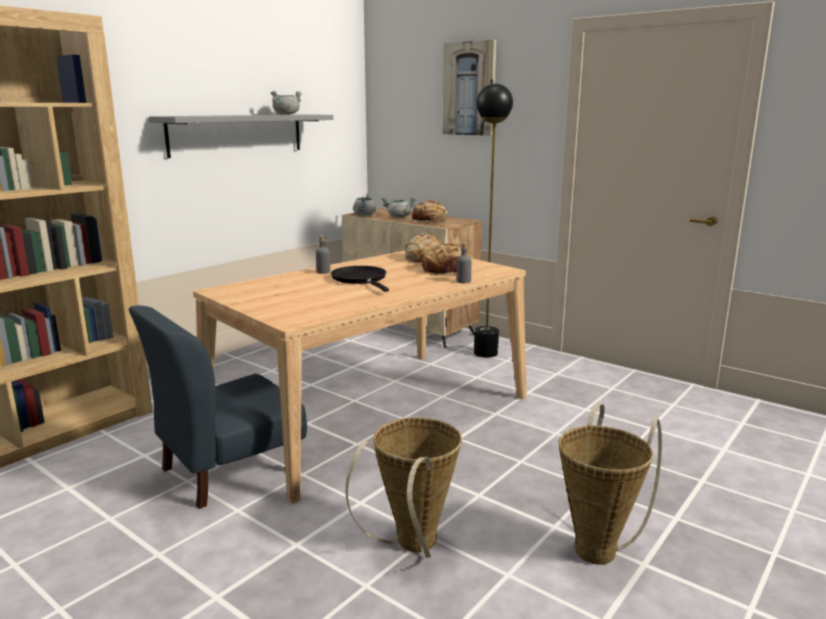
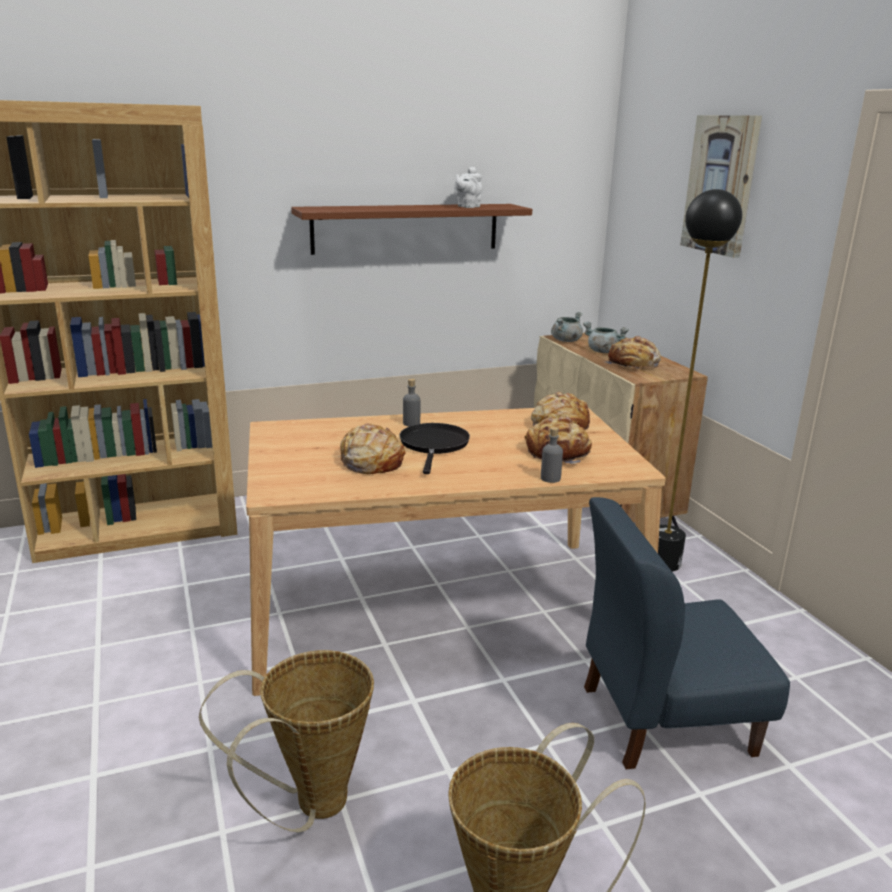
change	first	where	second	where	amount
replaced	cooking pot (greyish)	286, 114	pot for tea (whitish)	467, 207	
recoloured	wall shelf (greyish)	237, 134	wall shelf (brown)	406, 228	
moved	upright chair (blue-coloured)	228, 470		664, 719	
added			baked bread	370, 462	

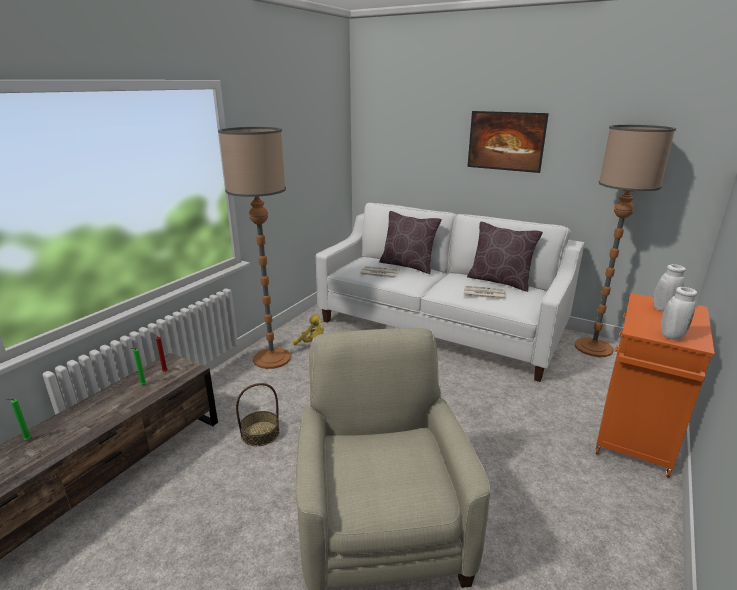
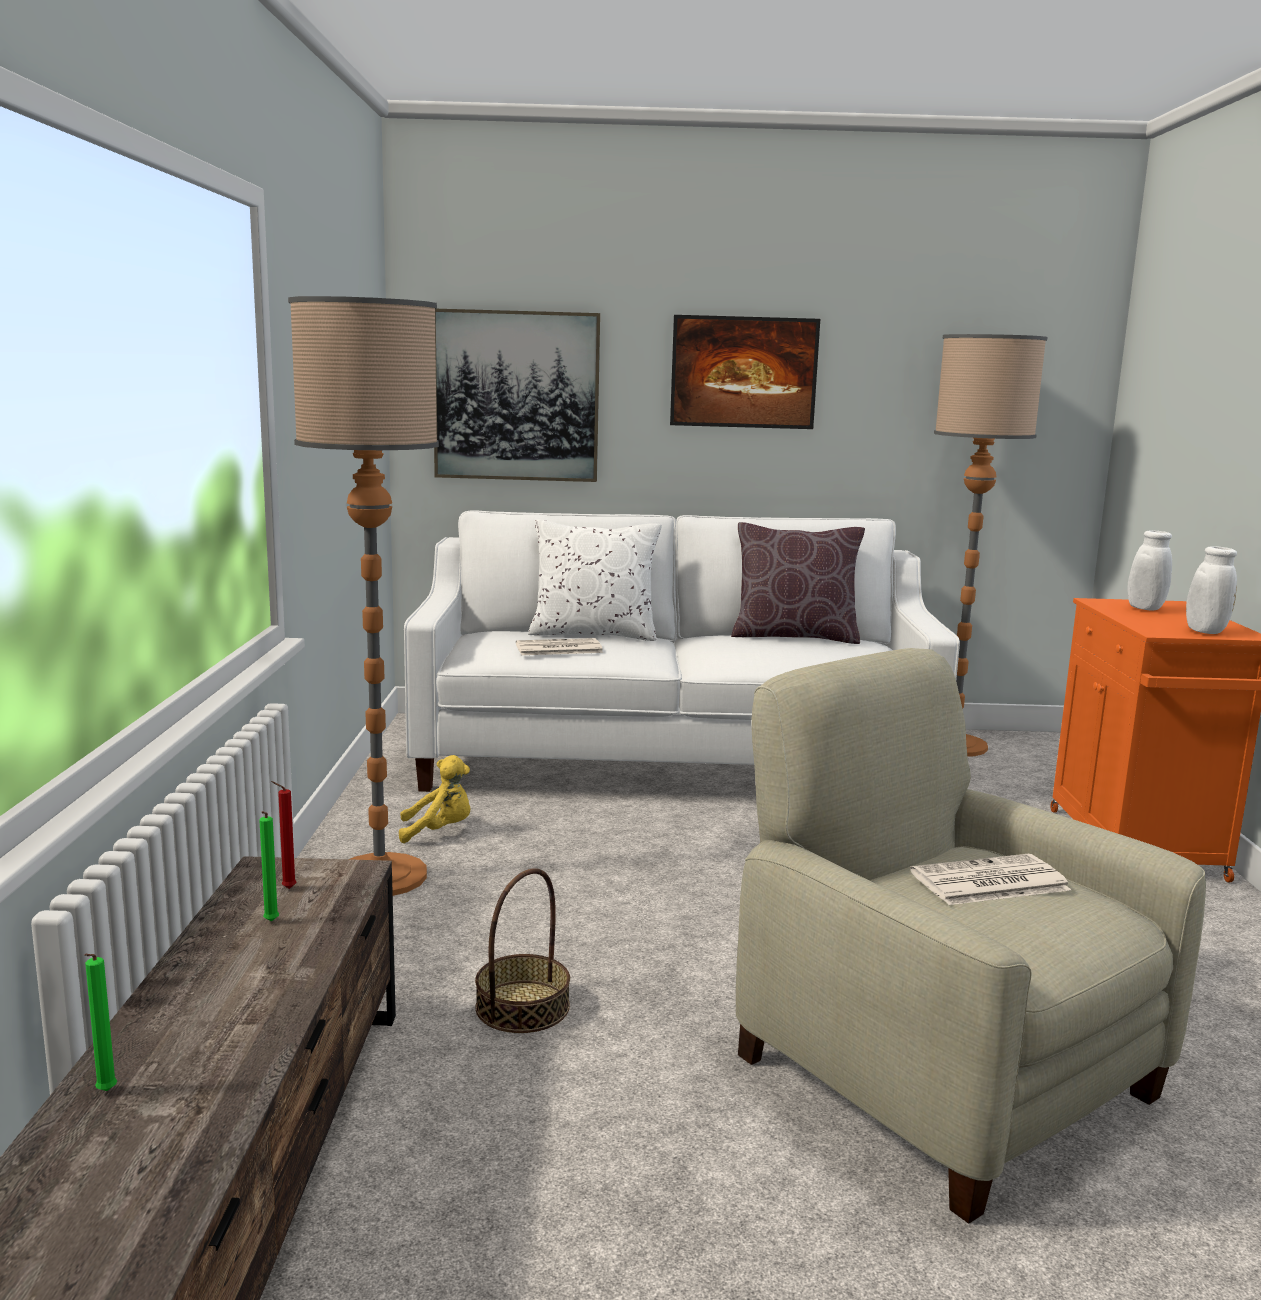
change	first	where	second	where	amount
recoloured	cushion (brown)	408, 265	cushion (whitish)	593, 634	
moved	daily paper	483, 293		988, 882	
added			wall picture	516, 396	

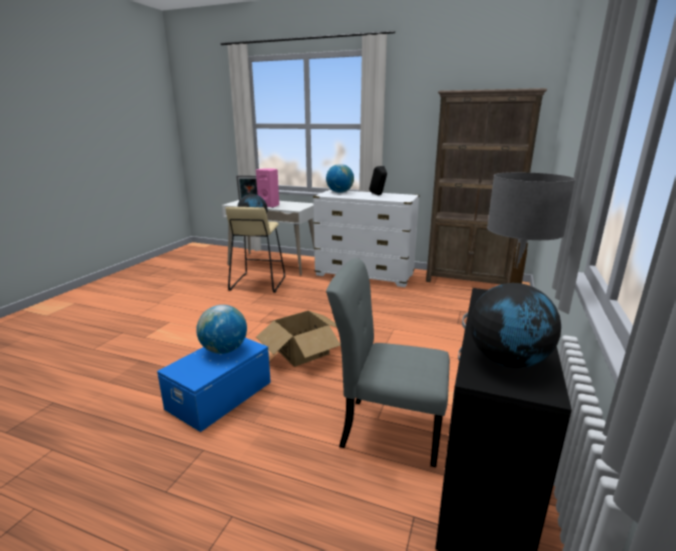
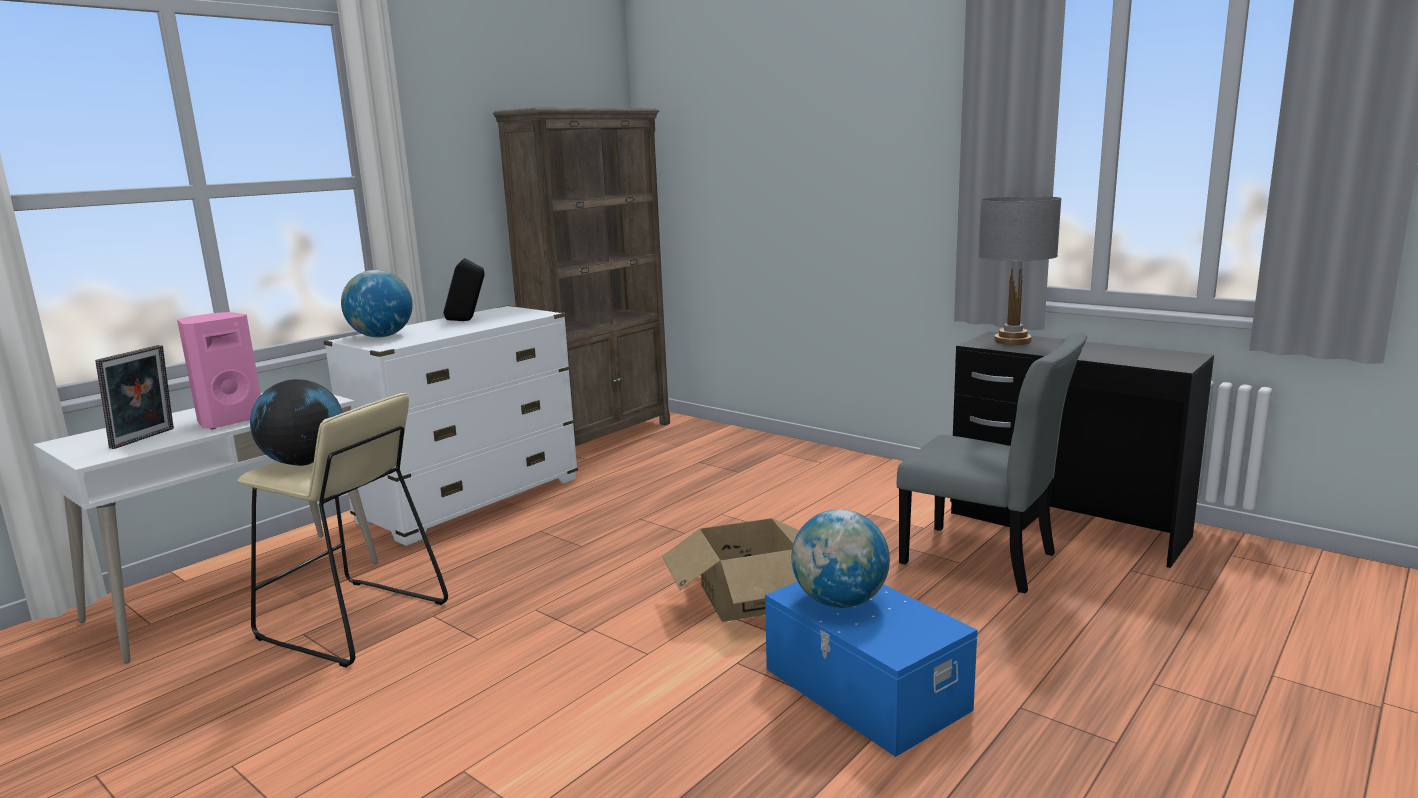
change	first	where	second	where	amount
turned	upright chair (greyish)	386, 429		984, 560	90 degrees counterclockwise
removed	desk globe	507, 361			

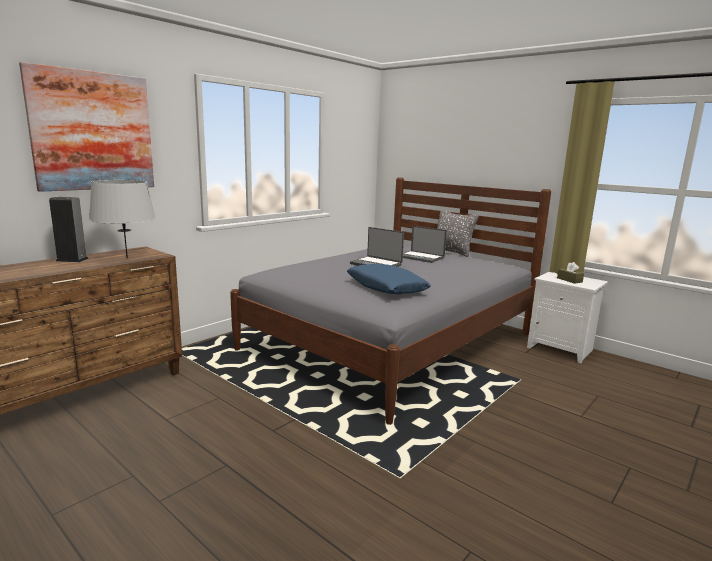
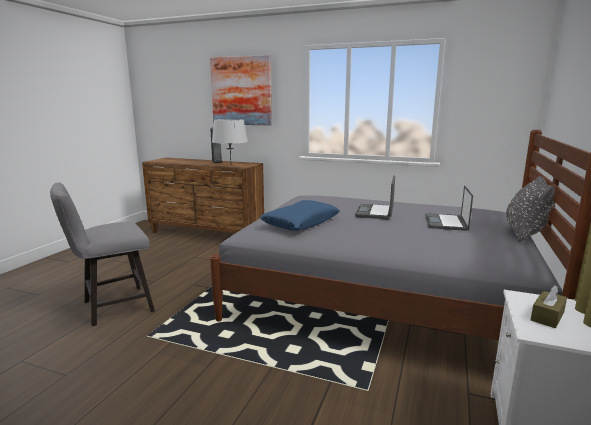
change	first	where	second	where	amount
added			upright chair (greyish)	112, 307	

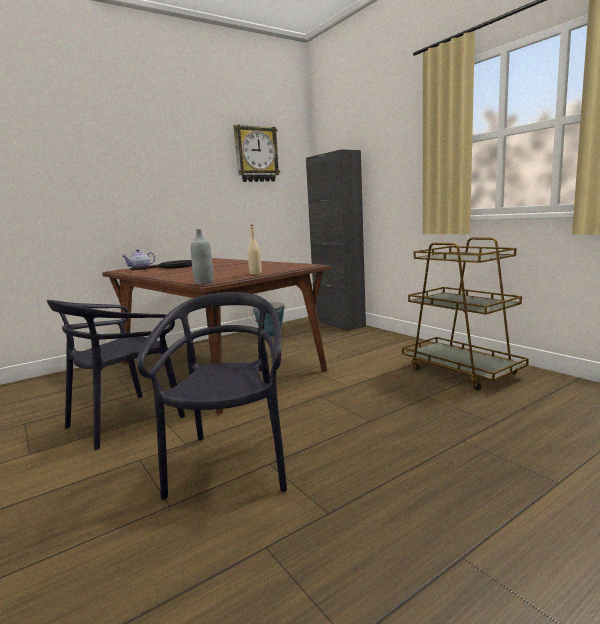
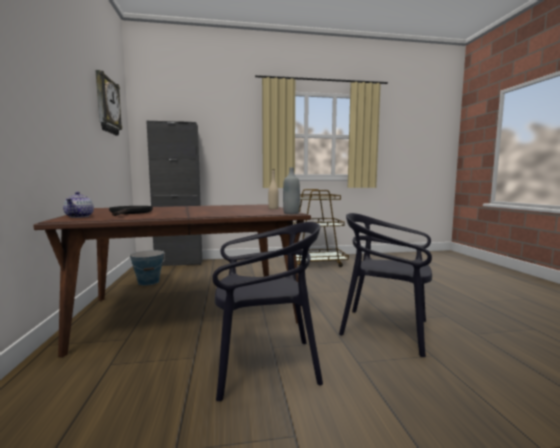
change	first	where	second	where	amount
turned	upright chair (black-coloured)	125, 420		265, 365	75 degrees counterclockwise

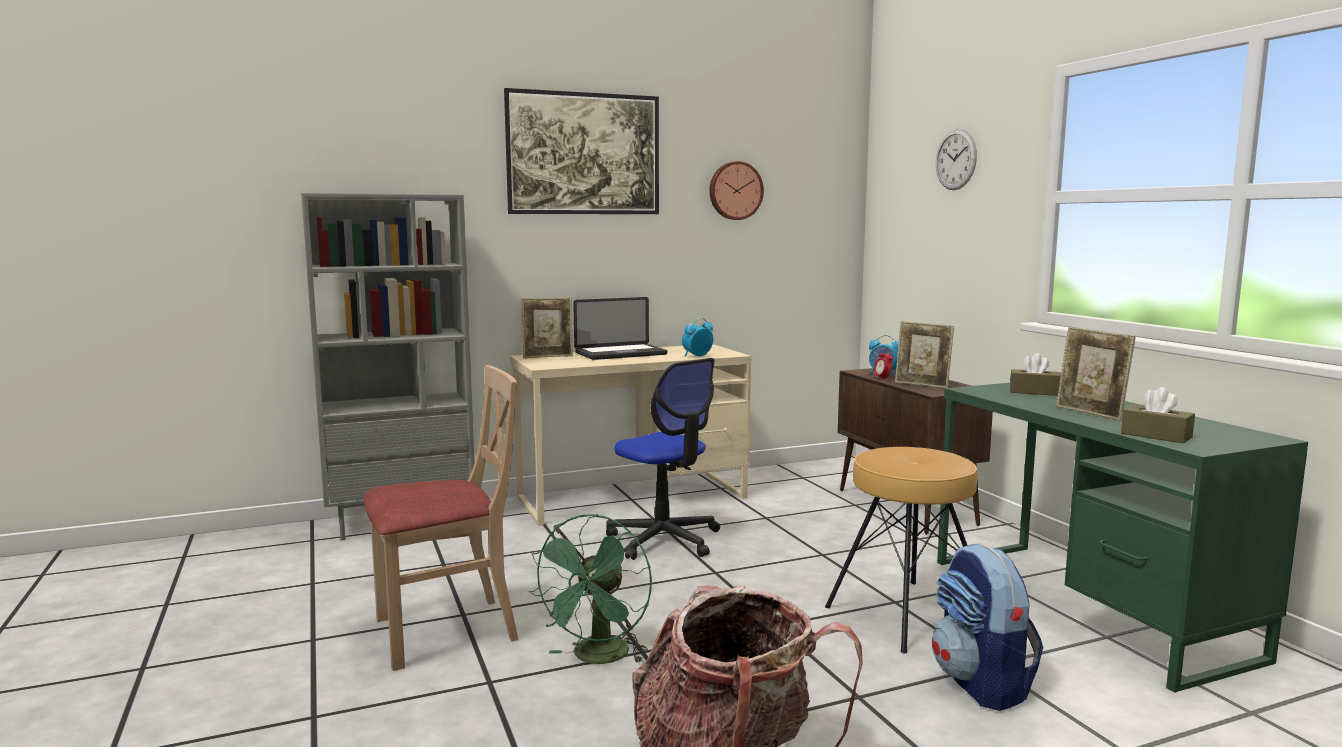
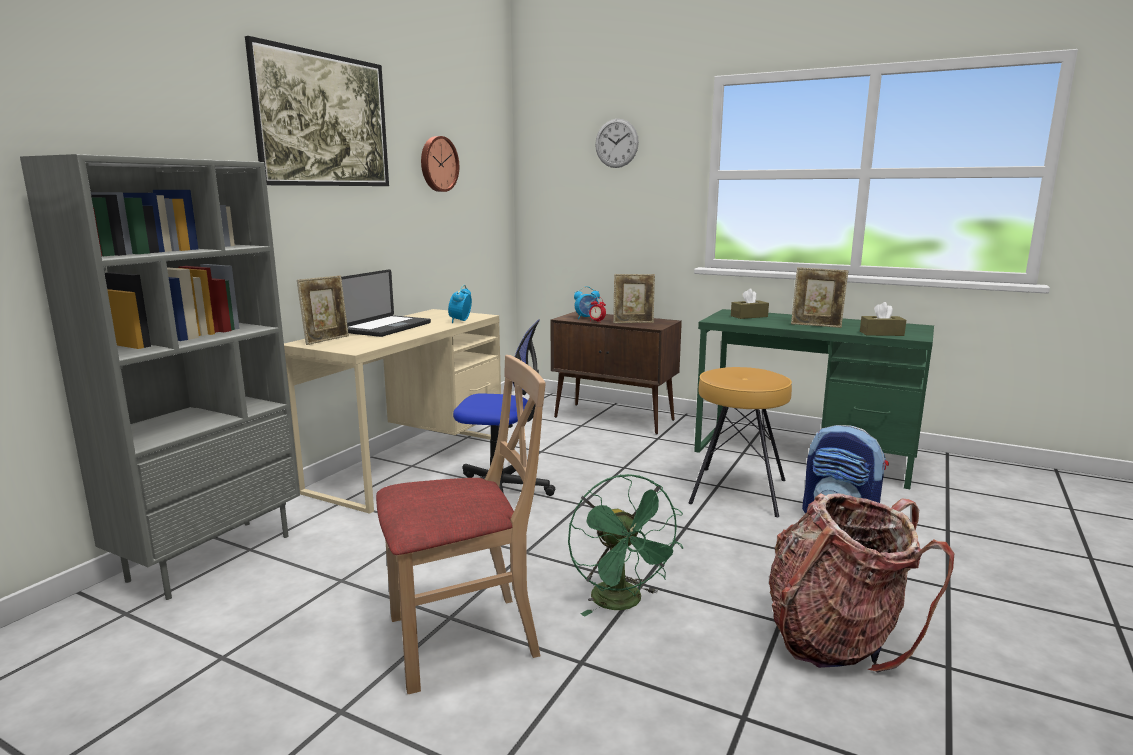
change	first	where	second	where	amount
turned	upright chair (beige-coloured)	446, 631		463, 639	45 degrees clockwise

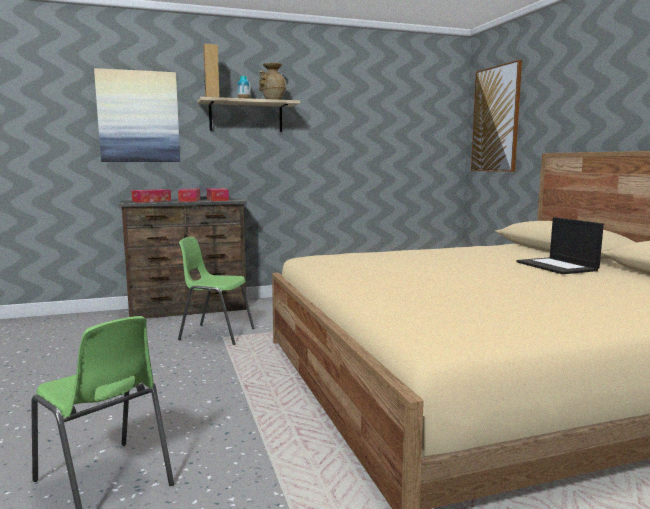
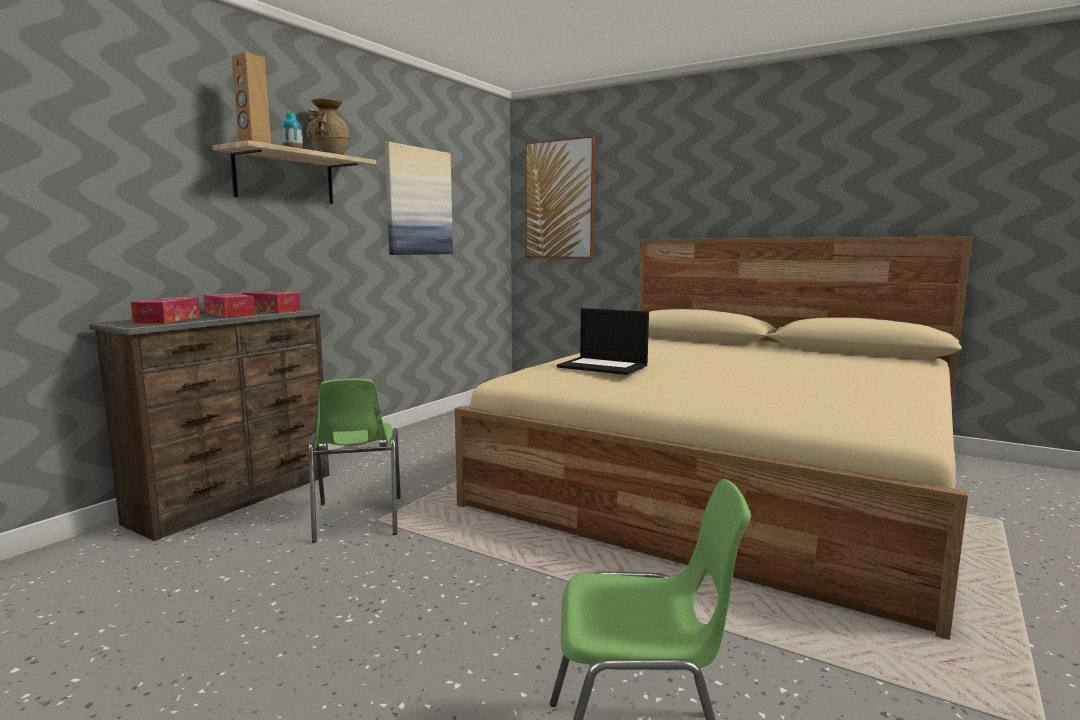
change	first	where	second	where	amount
moved	wall picture	138, 117		418, 202	
moved	notebook computer	557, 266		604, 366	
turned	upright chair (greenish)	216, 334		357, 519	75 degrees counterclockwise

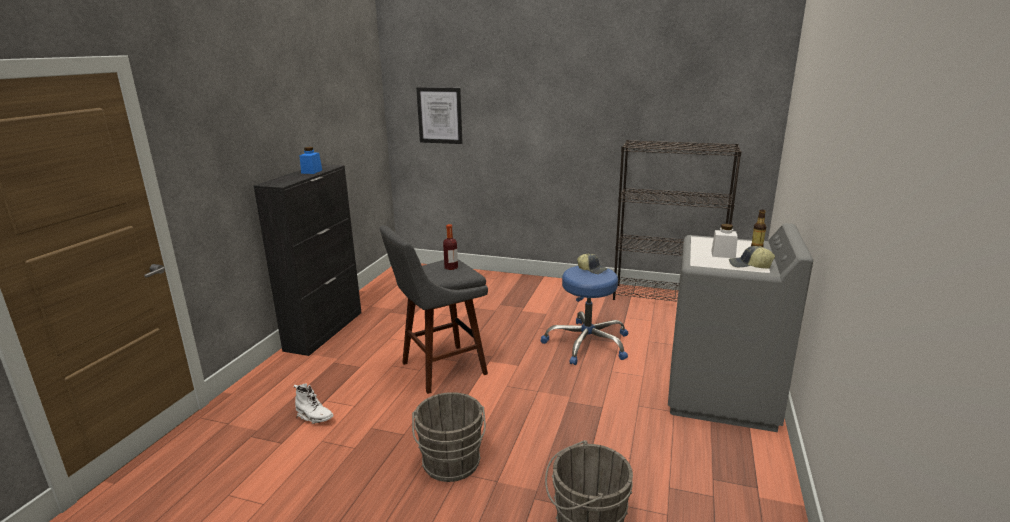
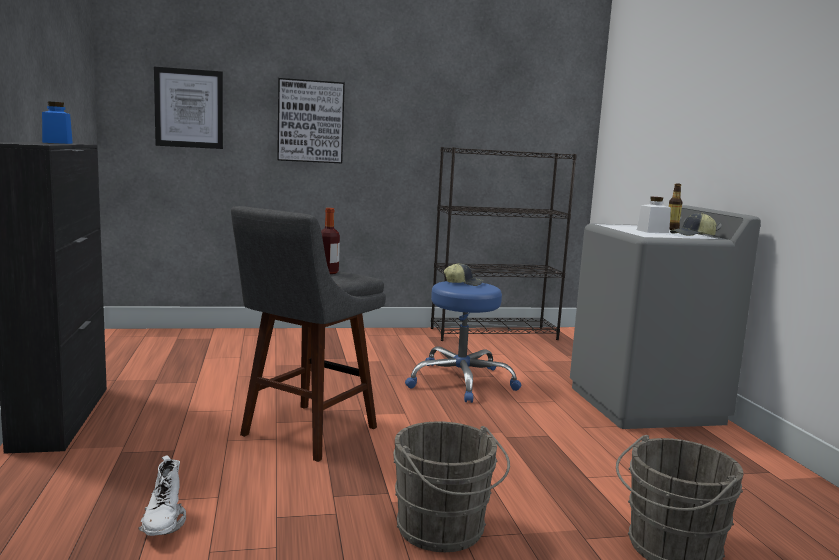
change	first	where	second	where	amount
turned	high-top boot (whitish)	315, 418		163, 525	75 degrees clockwise
added			wall picture	310, 121	

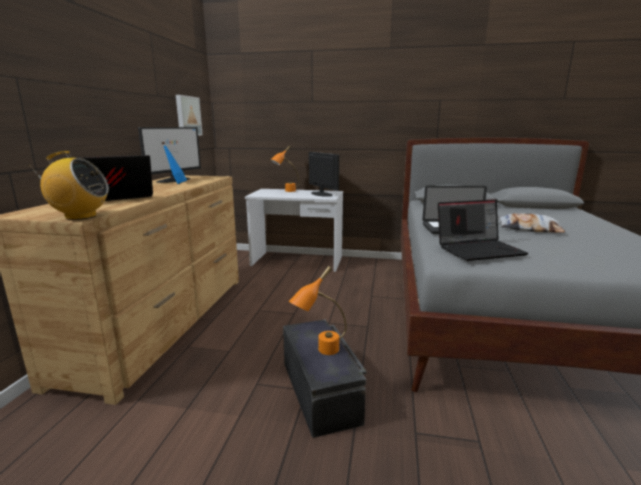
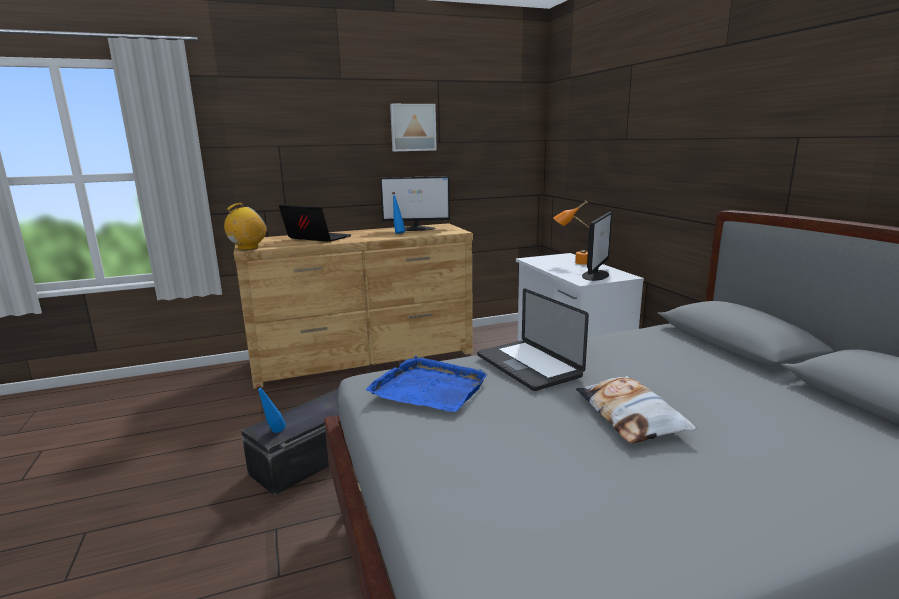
change	first	where	second	where	amount
moved	wall picture	187, 116		413, 127	
turned	radio receiver	80, 217		248, 248	105 degrees counterclockwise
replaced	notebook computer	479, 249	tray (blue-coloured)	429, 388	
removed	table lamp (orange-coloured)	320, 352			
added			drink bottle (blue-coloured)	273, 433	

